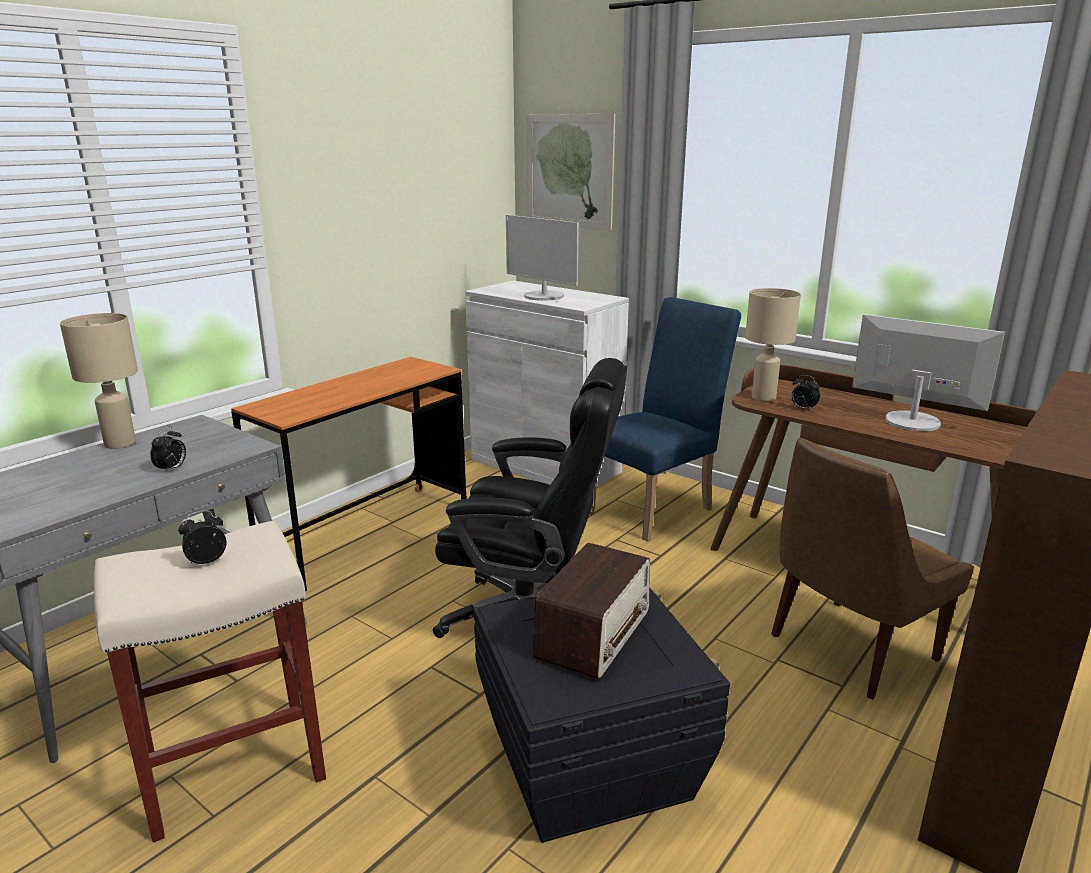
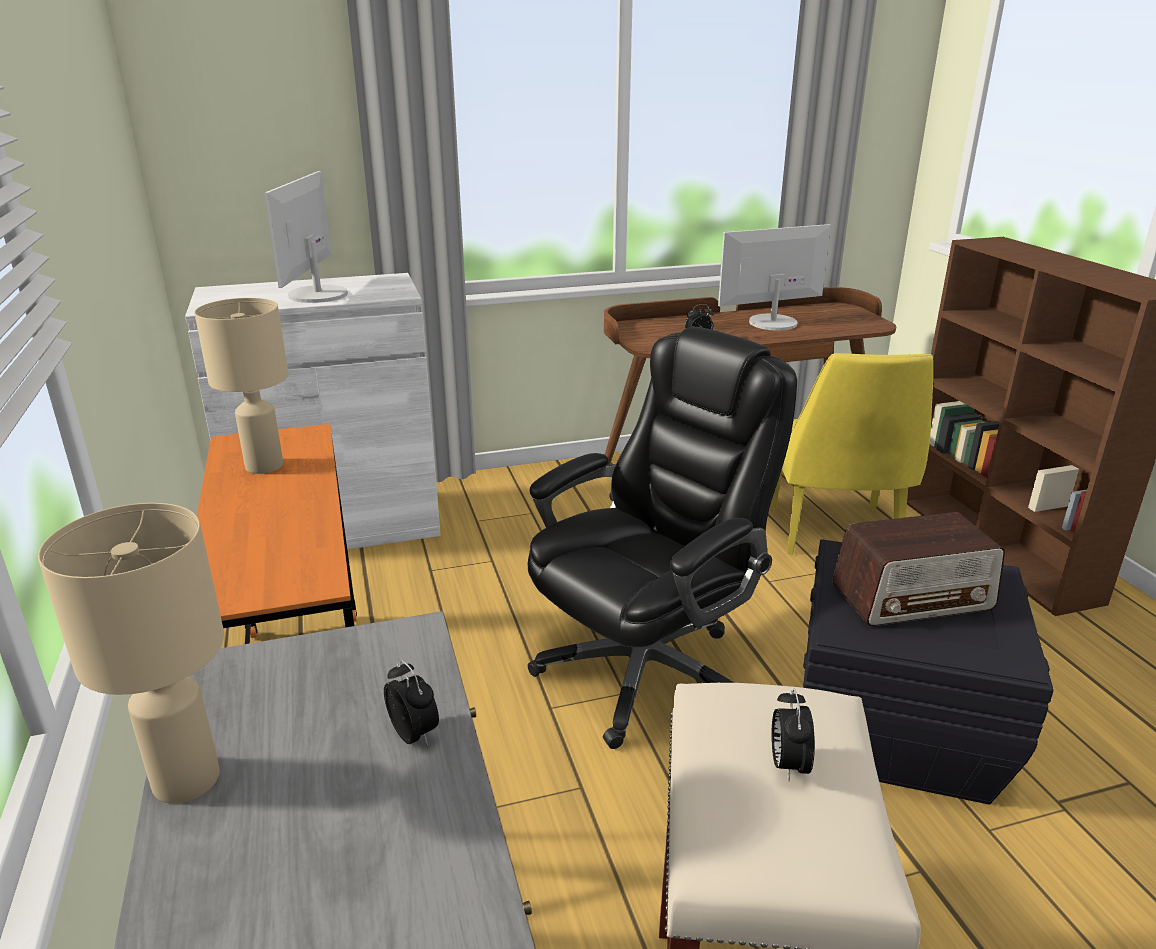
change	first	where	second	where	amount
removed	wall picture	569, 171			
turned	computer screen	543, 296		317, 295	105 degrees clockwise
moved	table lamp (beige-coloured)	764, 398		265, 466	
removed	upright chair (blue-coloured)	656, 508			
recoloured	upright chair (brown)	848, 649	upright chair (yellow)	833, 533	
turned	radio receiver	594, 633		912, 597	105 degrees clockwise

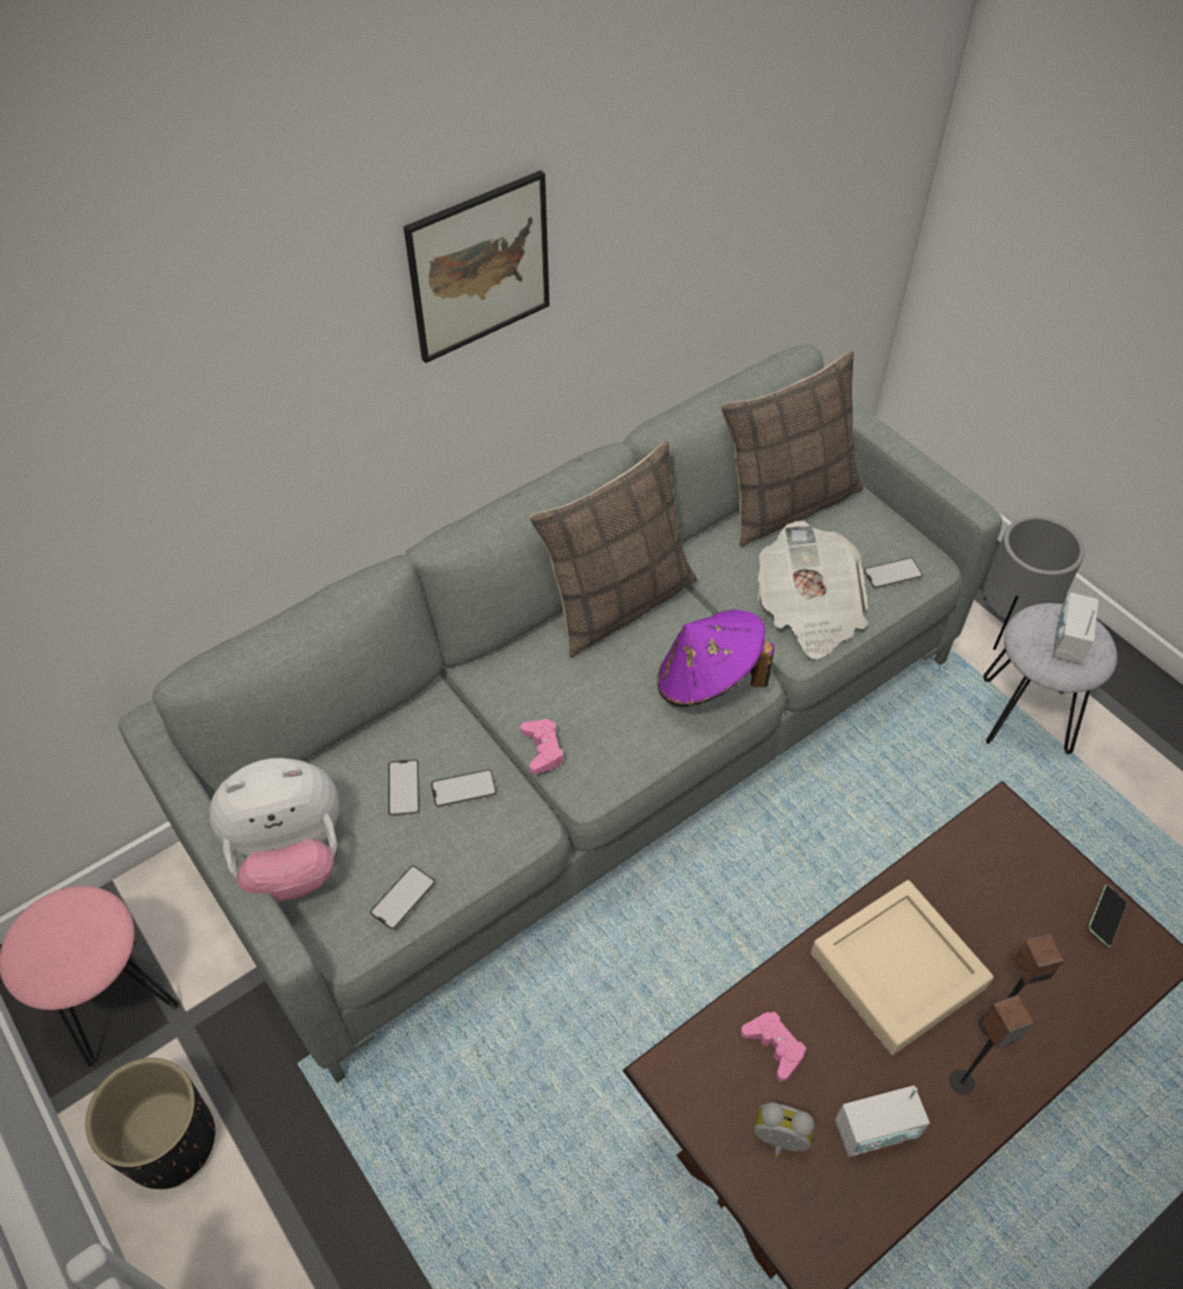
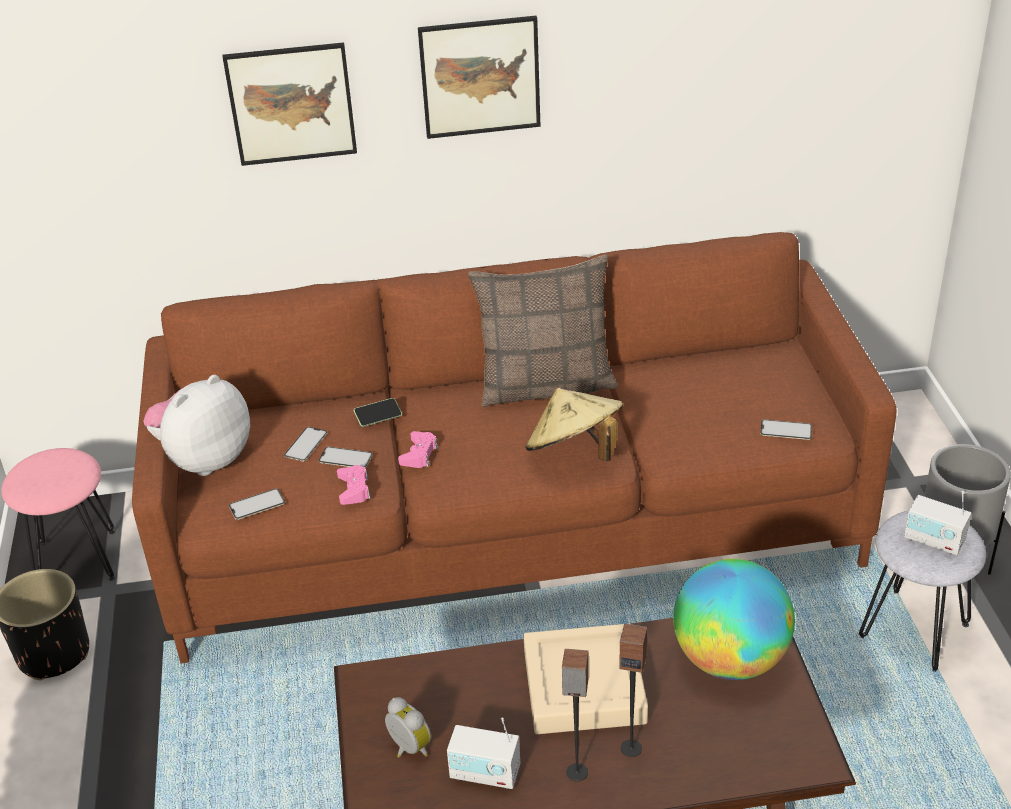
change	first	where	second	where	amount
recoloured	sofa (greyish)	591, 753	sofa (brown)	512, 530	
removed	cushion	787, 503			
removed	daily paper	809, 611			
turned	radio receiver	1067, 641		934, 540	105 degrees counterclockwise
recoloured	hat (purple-coloured)	708, 681	hat (beige-coloured)	574, 452	
turned	plush toy	291, 858		204, 459	120 degrees clockwise
moved	telephone	1104, 919		378, 417	
moved	gamepad (pink)	774, 1046		354, 489	
added			wall picture	291, 104	
added			desk globe	730, 659	

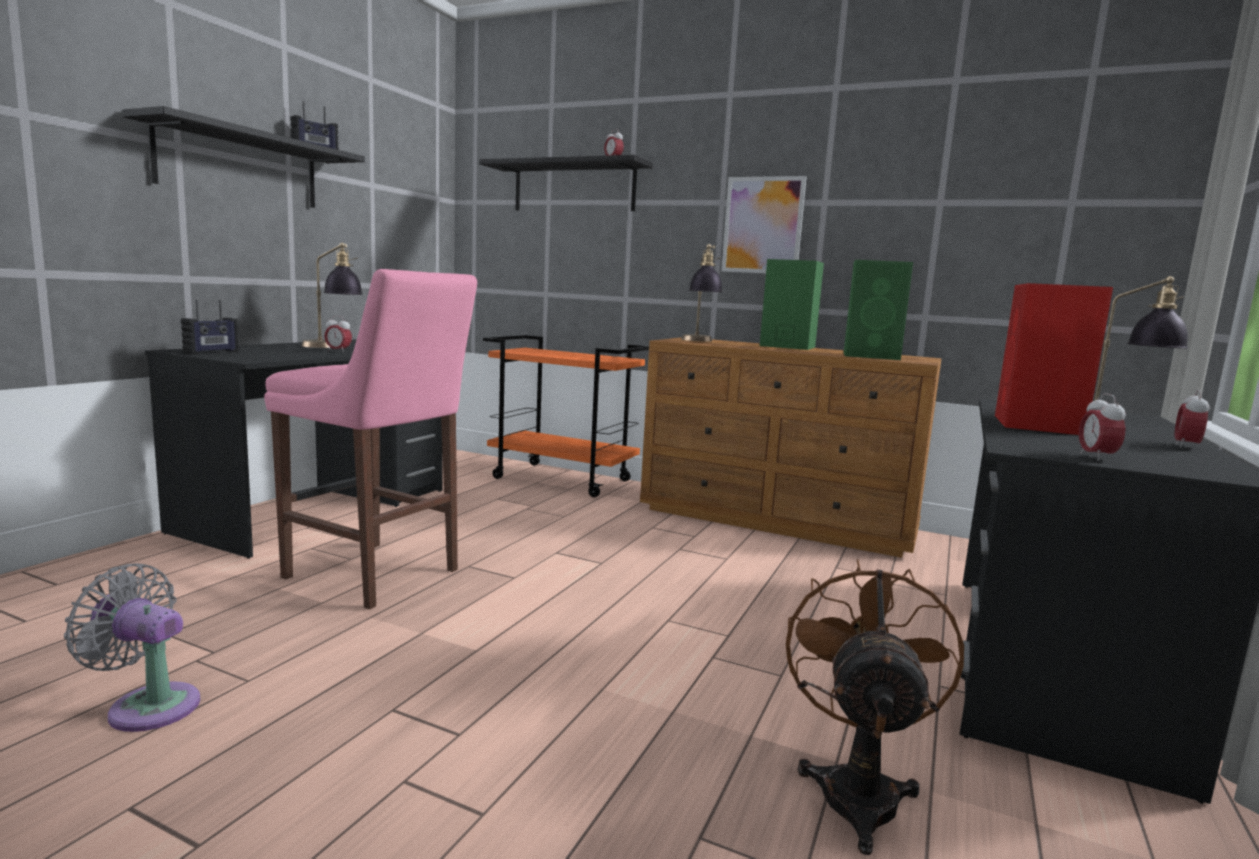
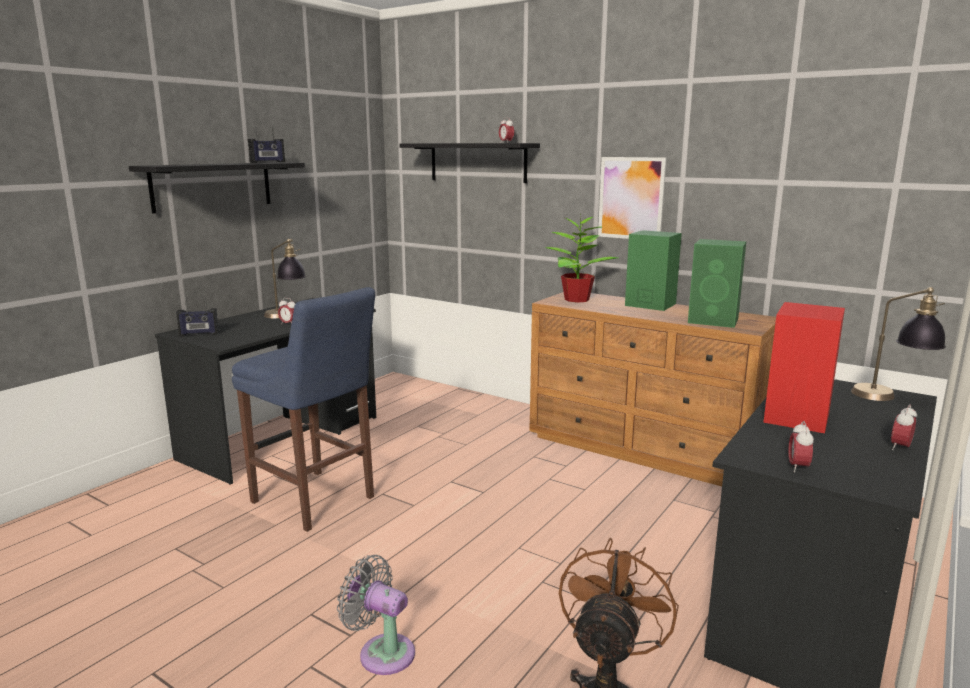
change	first	where	second	where	amount
replaced	table lamp	699, 341	plant in a pot	576, 299	
recoloured	stool seat (pink)	377, 576	stool seat (blue-coloured)	316, 501	
turned	radio receiver	212, 352		199, 334	45 degrees clockwise
removed	wheeled cart (orange-coloured)	563, 479			
moved	cooling fan (greyish)	148, 705		382, 652	

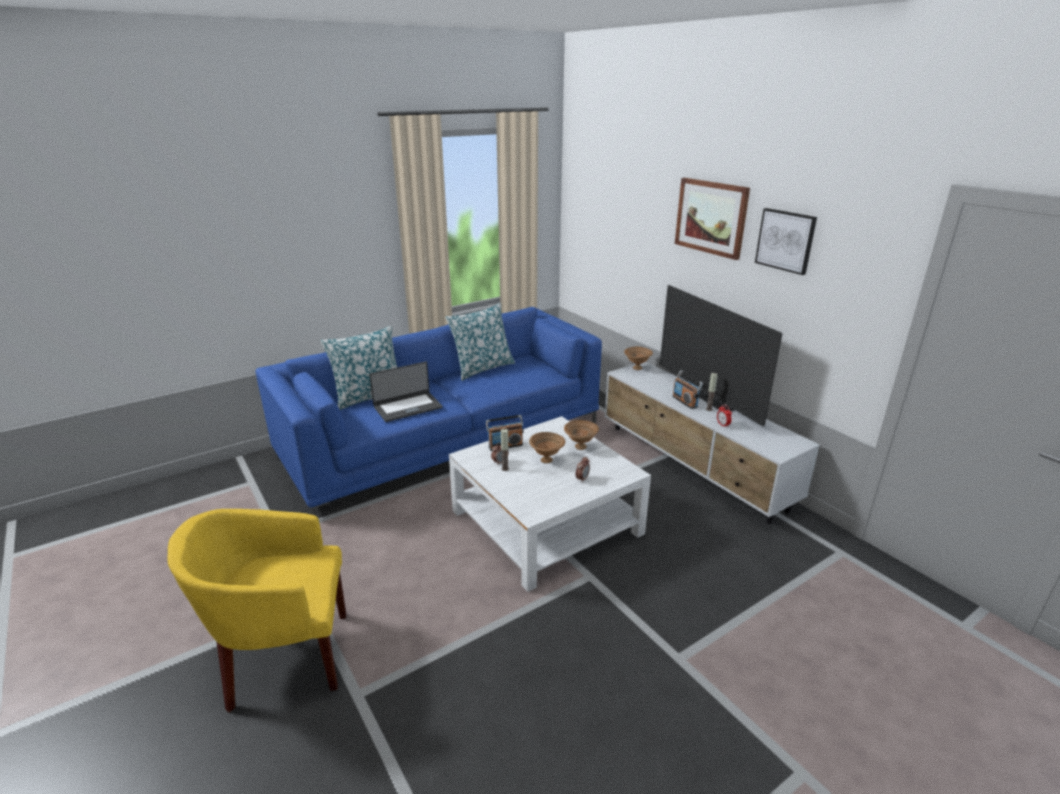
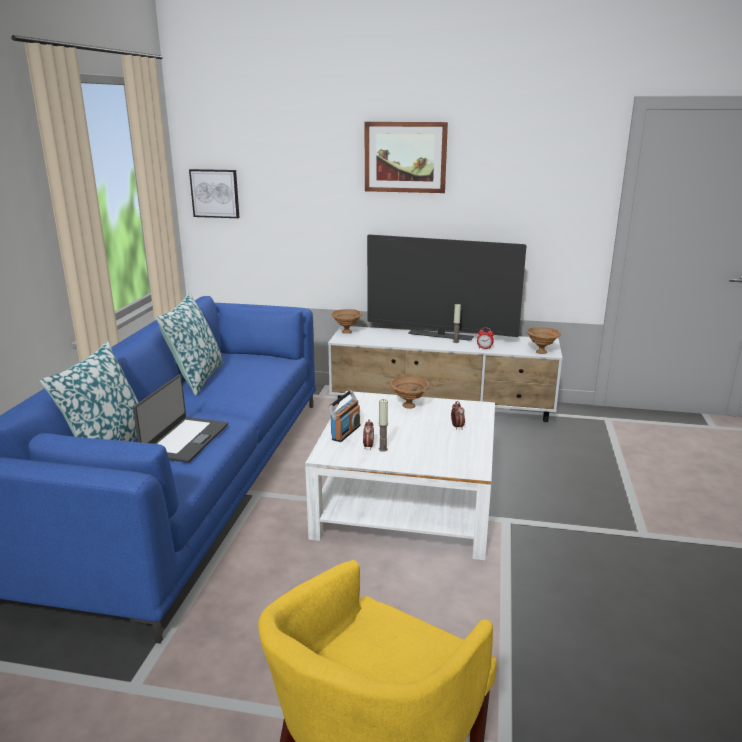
change	first	where	second	where	amount
moved	wall picture	785, 240		215, 193	
removed	radio receiver	685, 401			
moved	bowl (brown)	547, 460		540, 351	

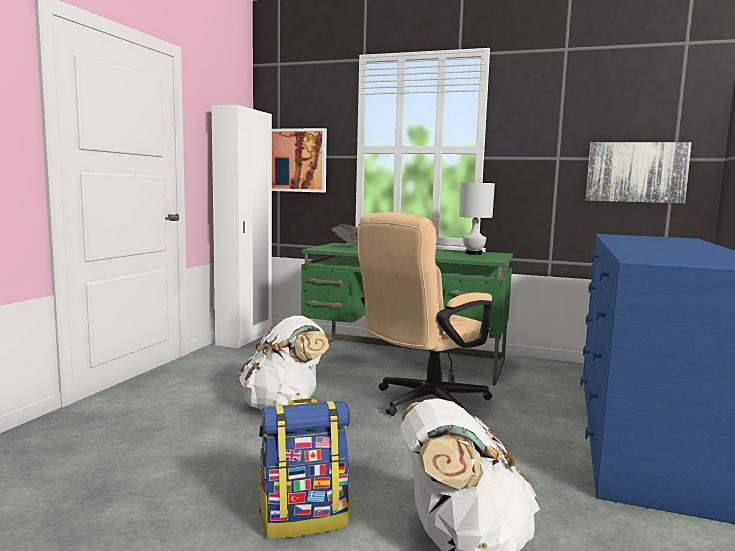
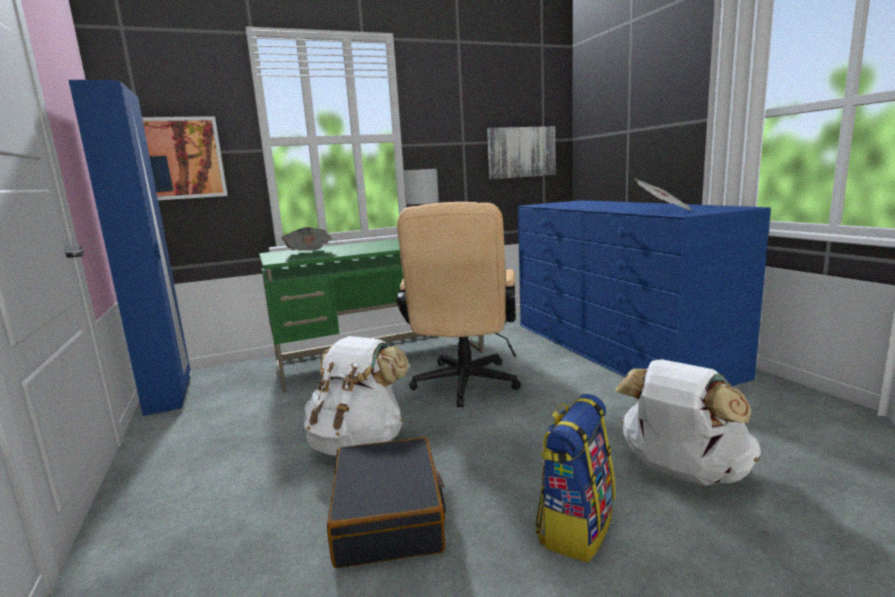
change	first	where	second	where	amount
recoloured	clothes cupboard (whitish)	244, 339	clothes cupboard (blue-coloured)	169, 395	
added			daily paper	663, 211	
added			travel case (black-coloured)	389, 516	

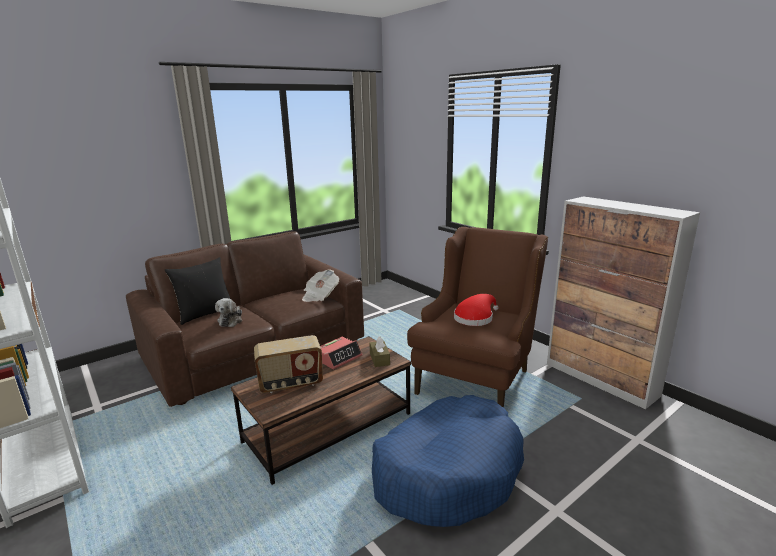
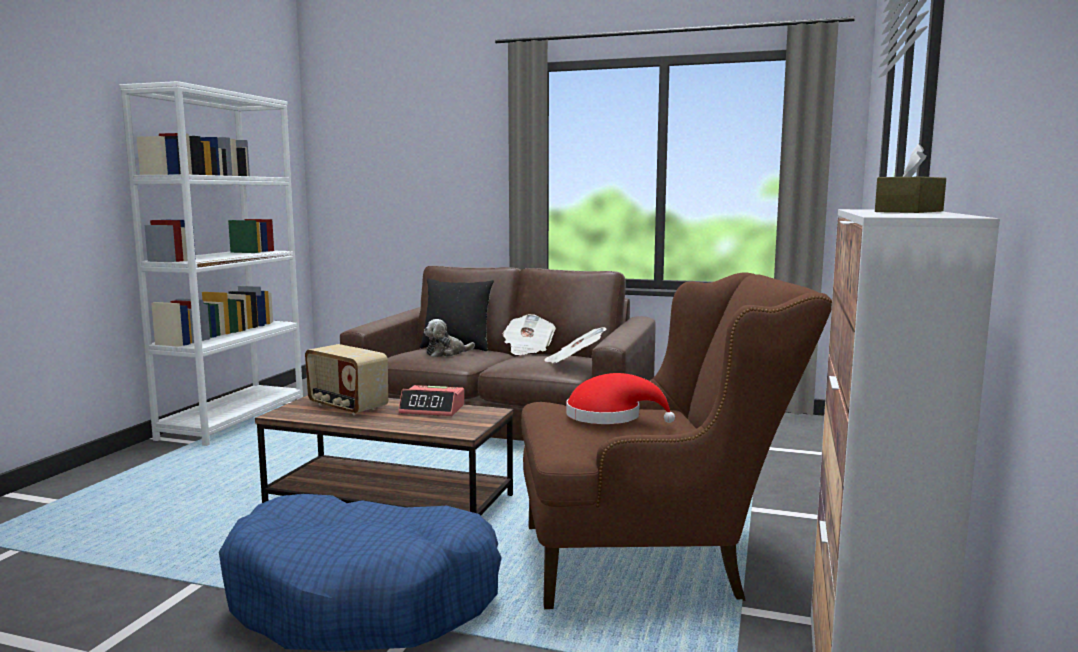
change	first	where	second	where	amount
moved	tissue box (brown)	379, 359		909, 211	
added			daily paper	527, 349	

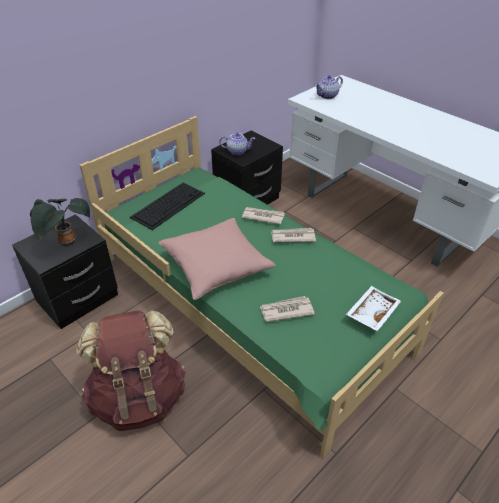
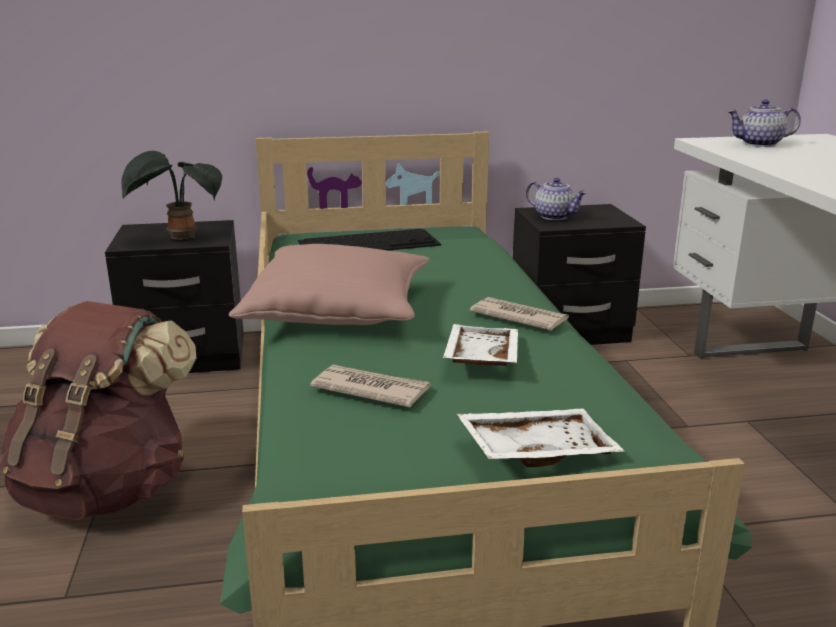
change	first	where	second	where	amount
removed	daily paper	263, 216			
added			tray (whitish)	479, 358	

